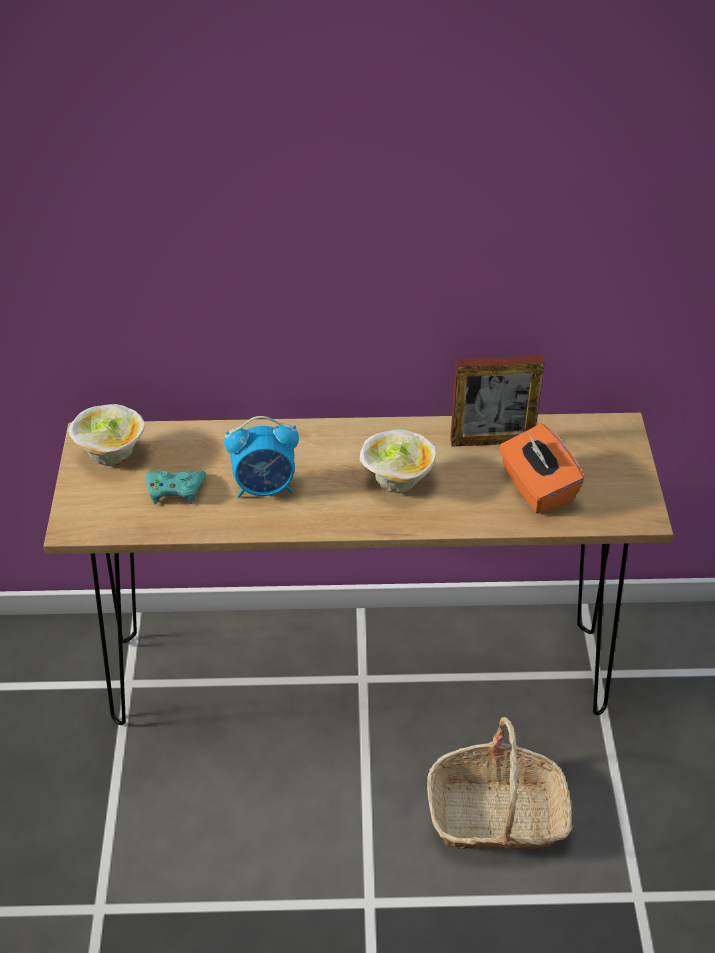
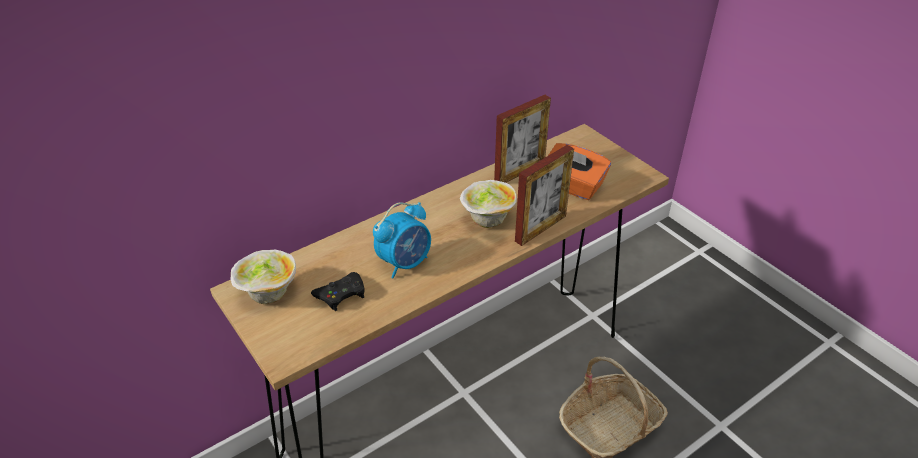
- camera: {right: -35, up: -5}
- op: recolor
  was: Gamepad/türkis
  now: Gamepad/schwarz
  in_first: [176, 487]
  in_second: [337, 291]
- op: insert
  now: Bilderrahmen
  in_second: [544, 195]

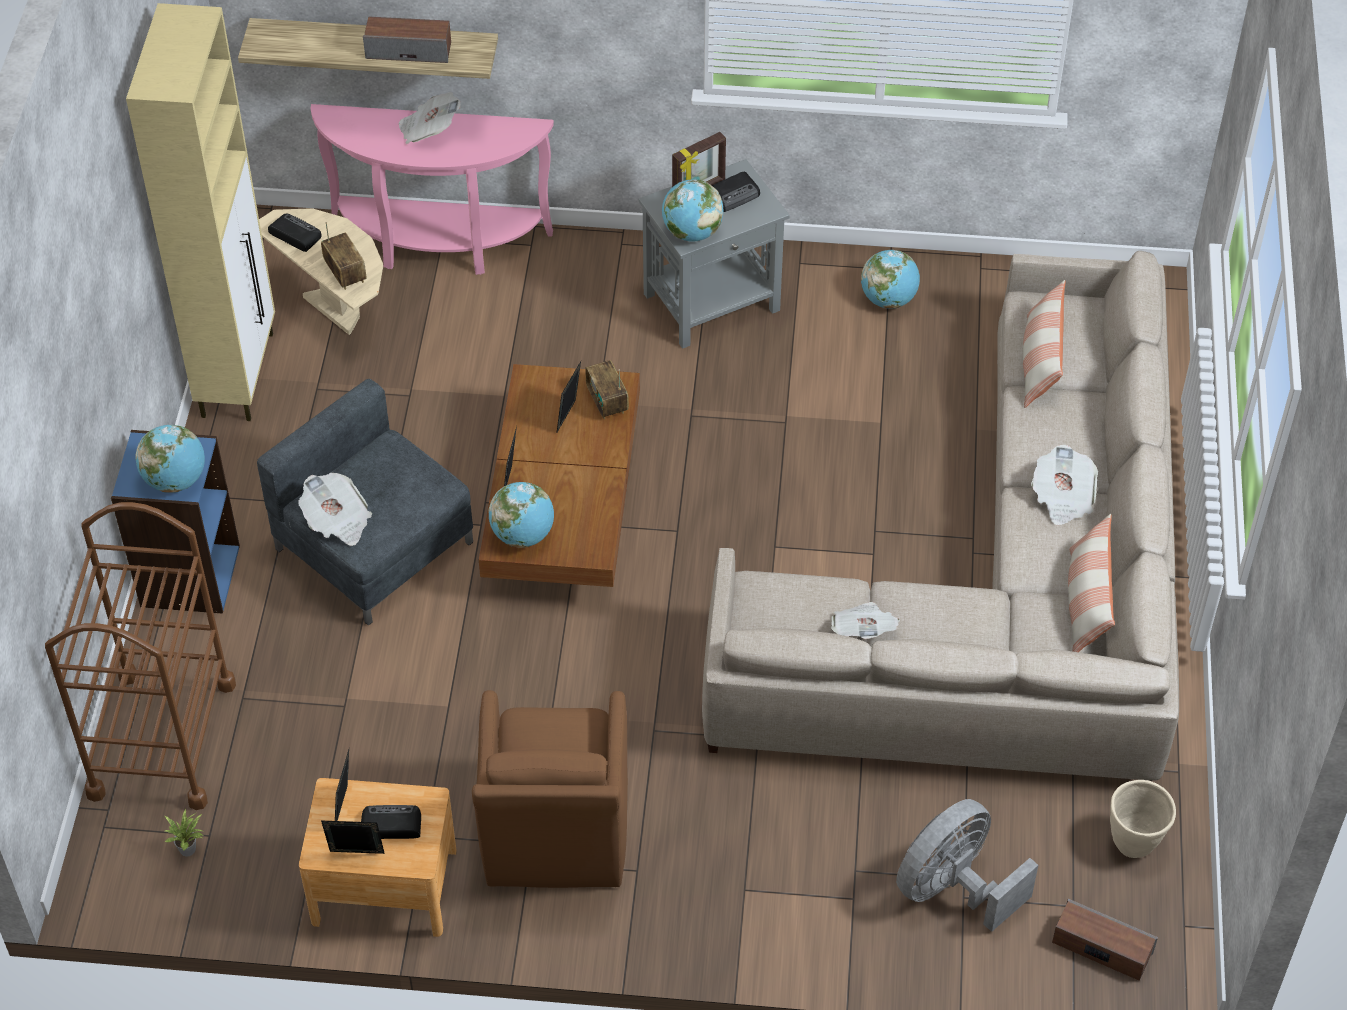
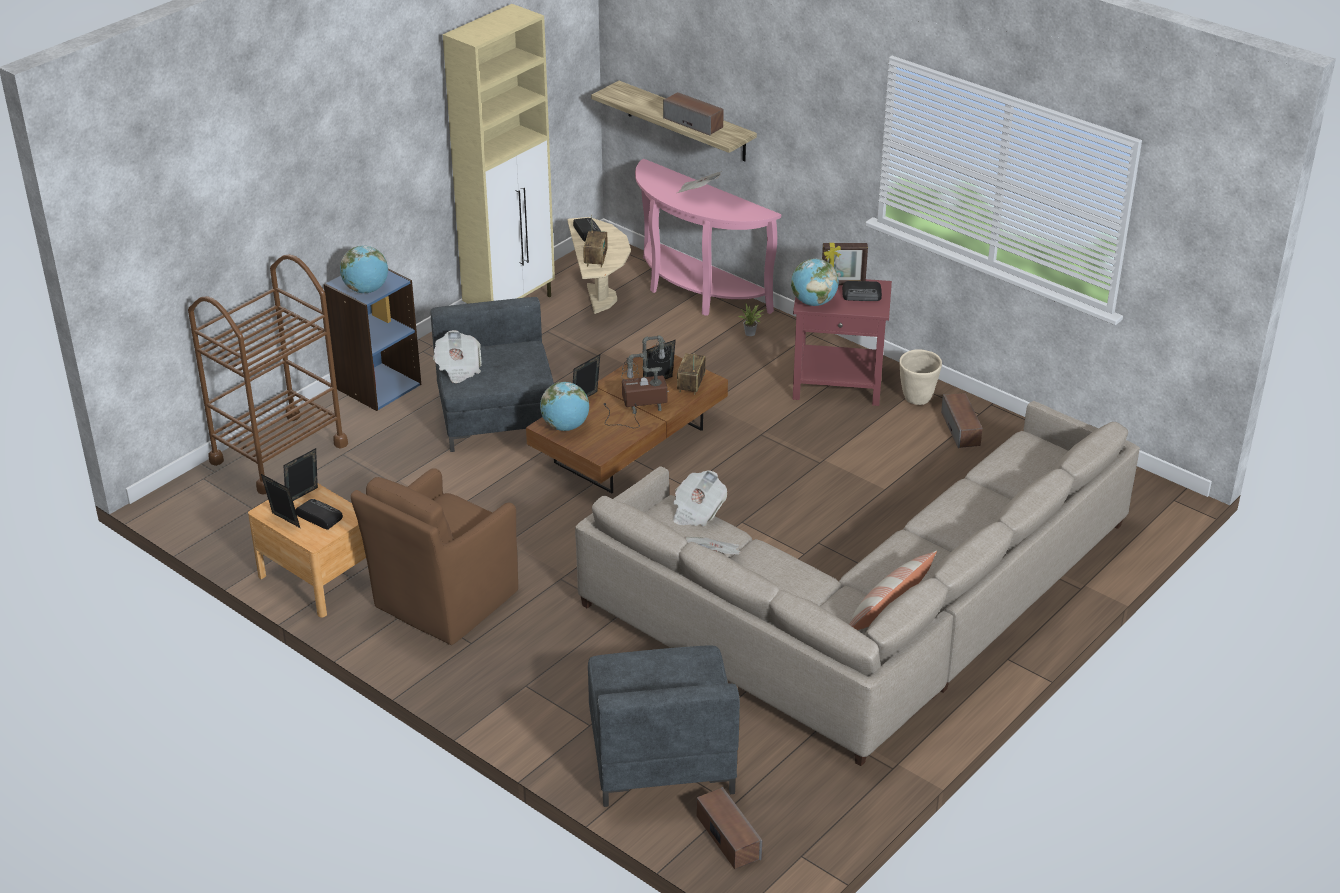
- camera: {right: 35, up: -15}
- op: move
  was: Topfpflanze
  in_first: [183, 832]
  in_second: [752, 319]
- op: recolor
  was: Beistelltisch/grau
  now: Beistelltisch/rot
  in_first: [714, 254]
  in_second: [842, 342]
- op: replace
  was: Globus
  now: Lautsprecher
  in_first: [890, 279]
  in_second: [962, 420]
- op: replace
  was: Ventilator/grau
  now: Sessel/grau
  in_first: [967, 865]
  in_second: [664, 726]
- op: delete
  was: Kissen
  in_first: [1044, 344]
- op: move
  was: Zeitung
  in_first: [1064, 485]
  in_second: [700, 498]
- op: move
  was: Pflanzkübel/beige
  in_first: [1143, 819]
  in_second: [920, 377]
- op: insert
  now: Tischlampe
  in_second: [637, 381]

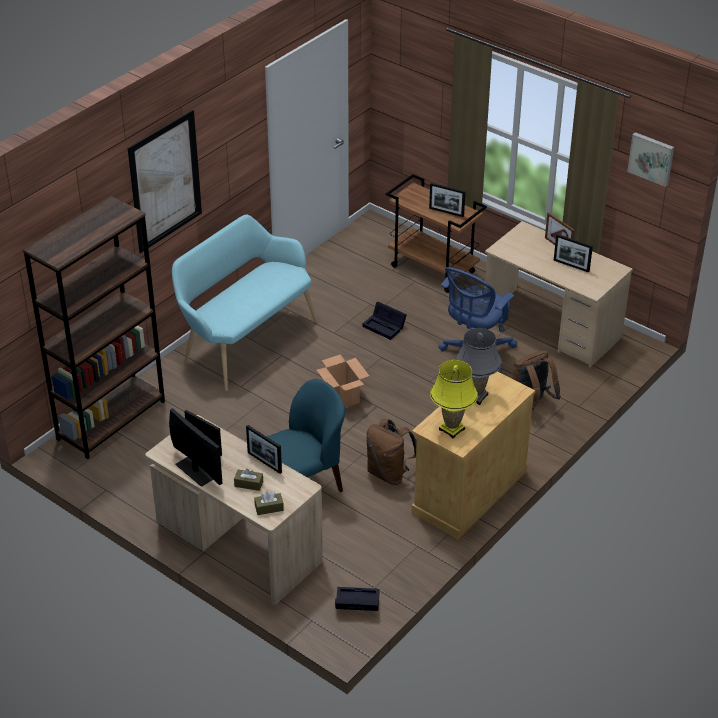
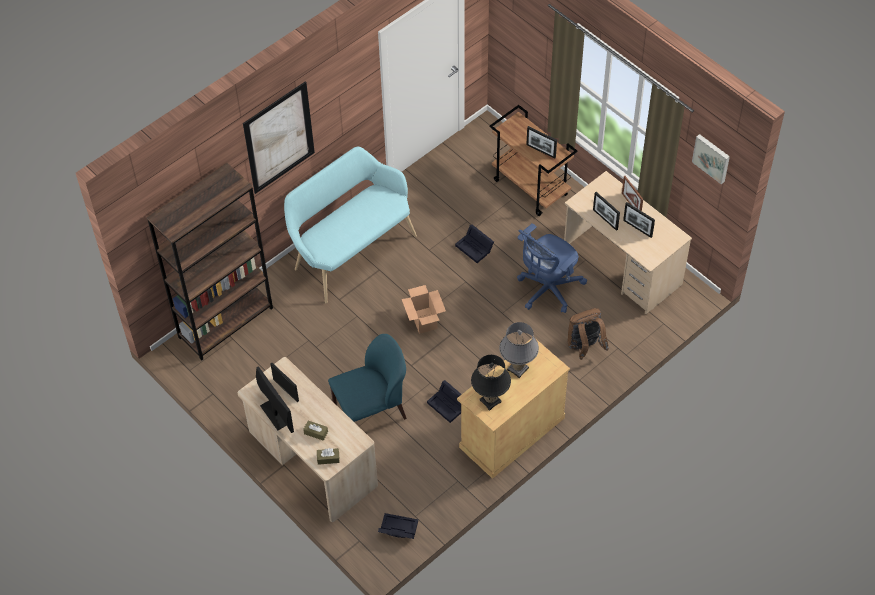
- camera: {right: 10, up: 15}
- op: move
  was: Bilderrahmen
  in_first: [264, 449]
  in_second: [606, 211]
- op: replace
  was: Rucksack/braun
  now: Aufbewahrungsbox/schwarz
  in_first: [391, 452]
  in_second: [444, 401]
- op: recolor
  was: Tischlampe/gelb
  now: Tischlampe/schwarz
  in_first: [454, 399]
  in_second: [491, 383]

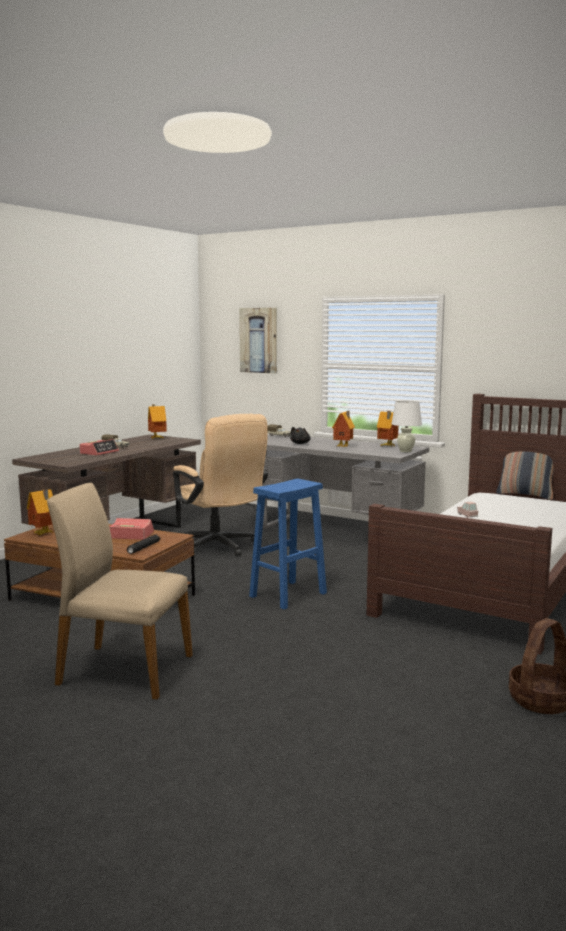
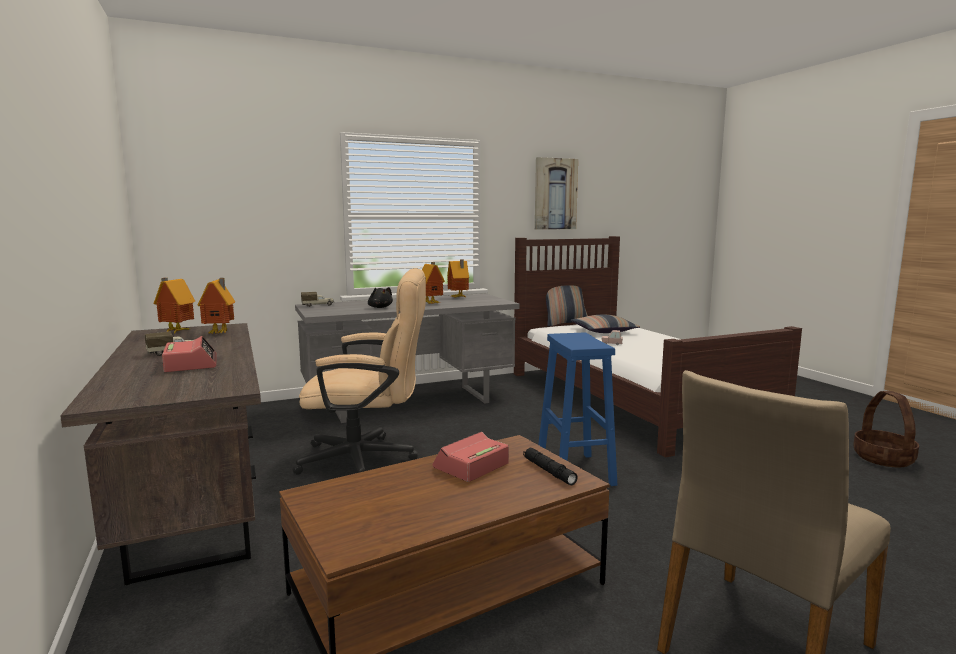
- camera: {right: -55, up: 0}
- op: move
  was: Spielzeughaus
  in_first: [40, 512]
  in_second: [216, 306]
- op: move
  was: Bild
  in_first: [258, 340]
  in_second: [556, 193]
- op: delete
  was: Tischlampe/weiß
  in_first: [406, 426]
- op: insert
  now: Kissen
  in_second: [605, 324]

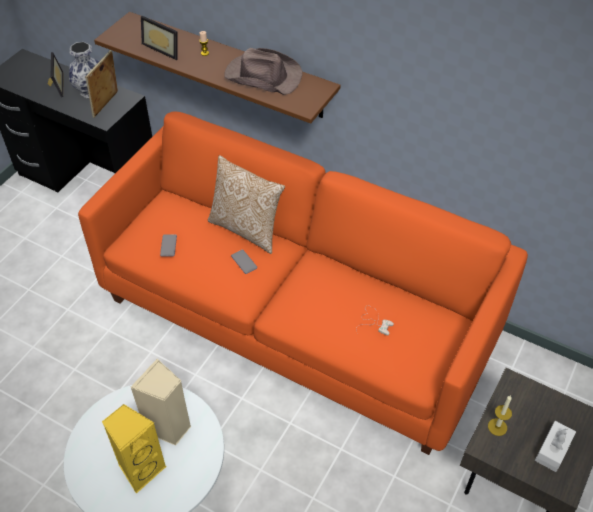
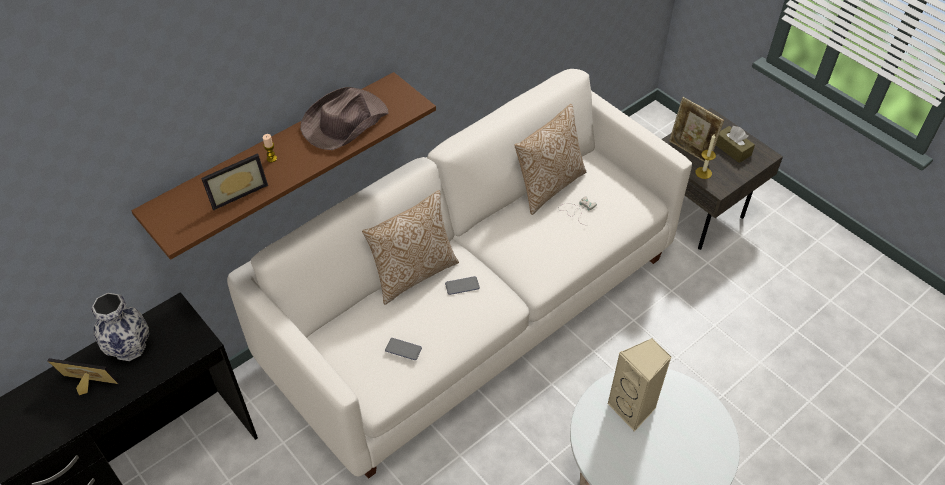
- camera: {right: -70, up: 0}
- op: recolor
  was: Sofa/orange
  now: Sofa/weiß
  in_first: [303, 283]
  in_second: [459, 274]
- op: move
  was: Bilderrahmen
  in_first: [101, 84]
  in_second: [696, 129]
- op: delete
  was: Lautsprecher/gelb
  in_first: [134, 449]
- op: recolor
  was: Taschentuchbox/weiß
  now: Taschentuchbox/braun
  in_first: [555, 446]
  in_second: [735, 144]
- op: insert
  now: Kissen
  in_second: [550, 159]

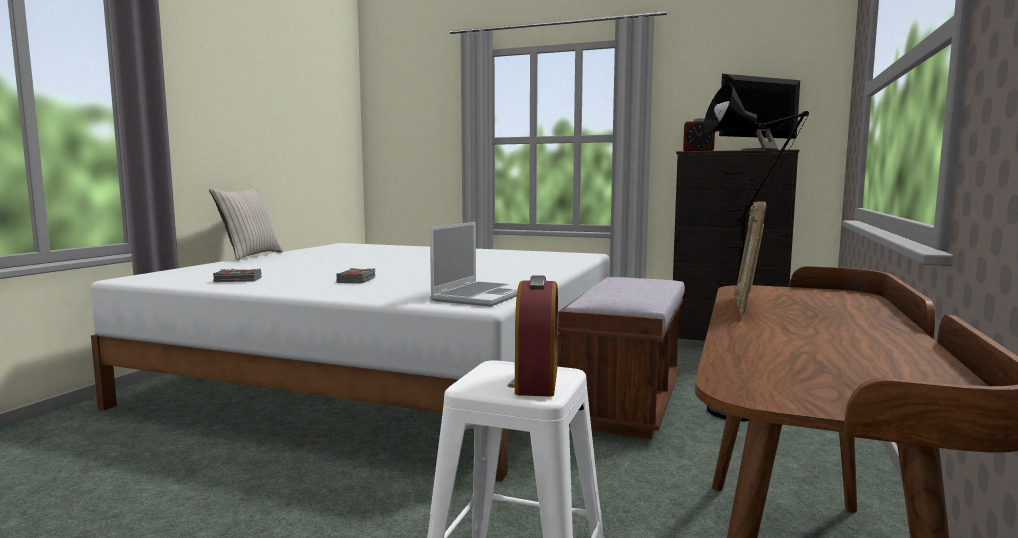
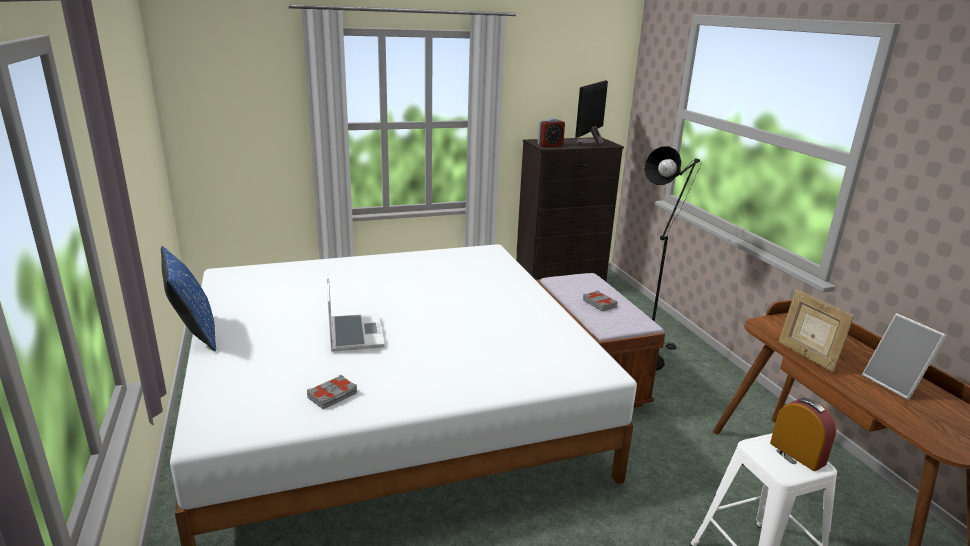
- camera: {right: -40, up: 15}
- op: recolor
  was: Kissen/beige
  now: Kissen/blau
  in_first: [246, 224]
  in_second: [188, 298]
- op: move
  was: Buch/grau
  in_first: [356, 275]
  in_second: [600, 301]
- op: move
  was: Laptop
  in_first: [474, 264]
  in_second: [356, 312]
- op: insert
  now: Bilderrahmen
  in_second: [904, 356]

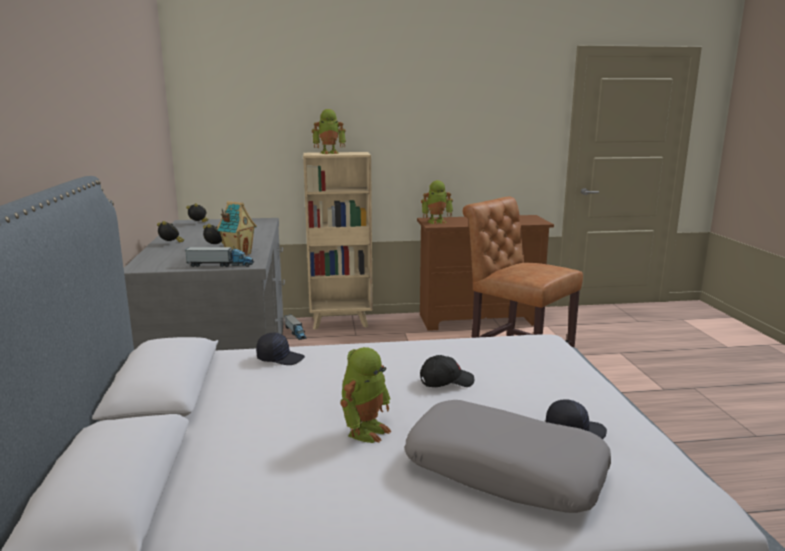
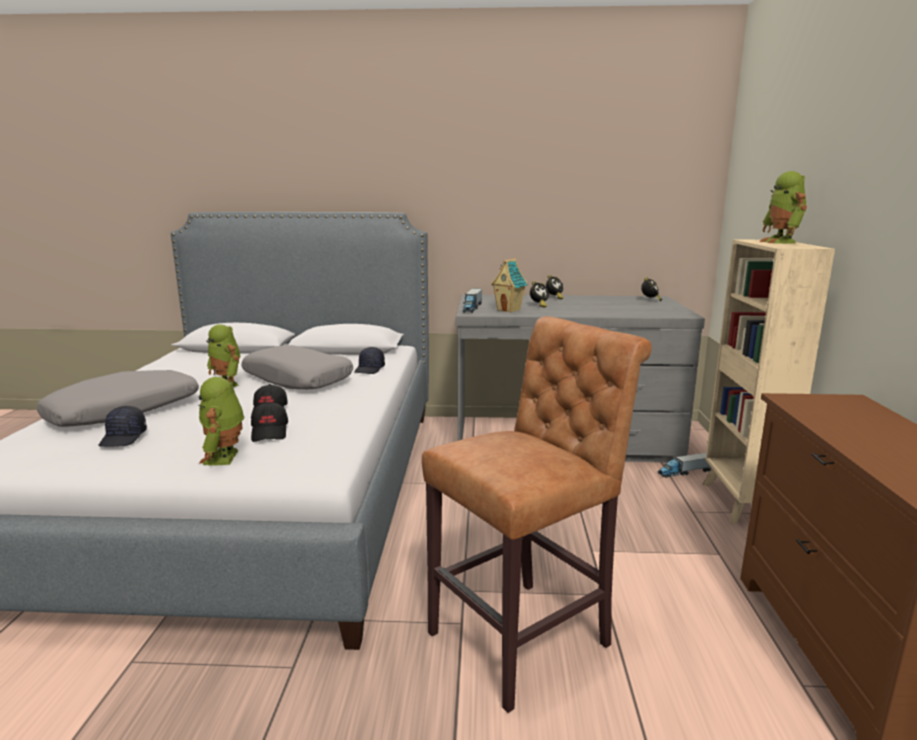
- camera: {right: 100, up: 0}
- op: move
  was: Spielzeugroboter
  in_first: [437, 202]
  in_second: [221, 421]
- op: insert
  now: Kissen/grau
  in_second: [297, 367]
- op: insert
  now: Kappe/schwarz
  in_second: [269, 422]

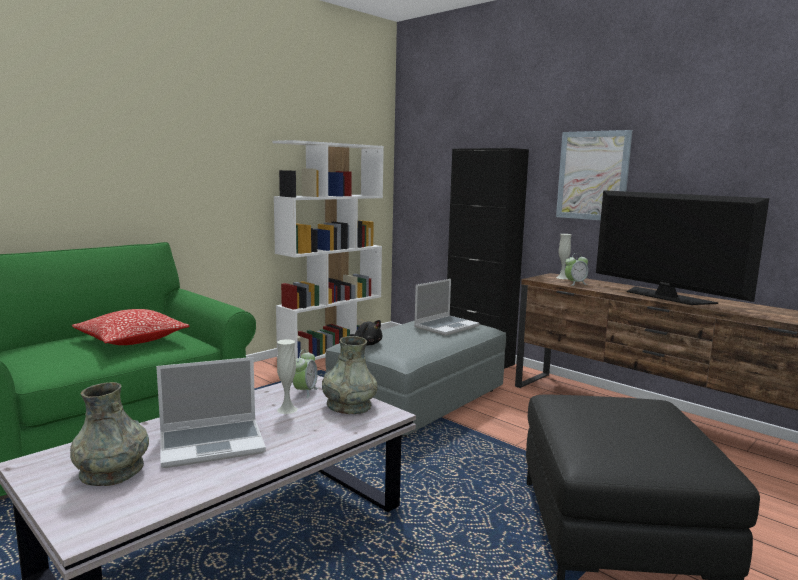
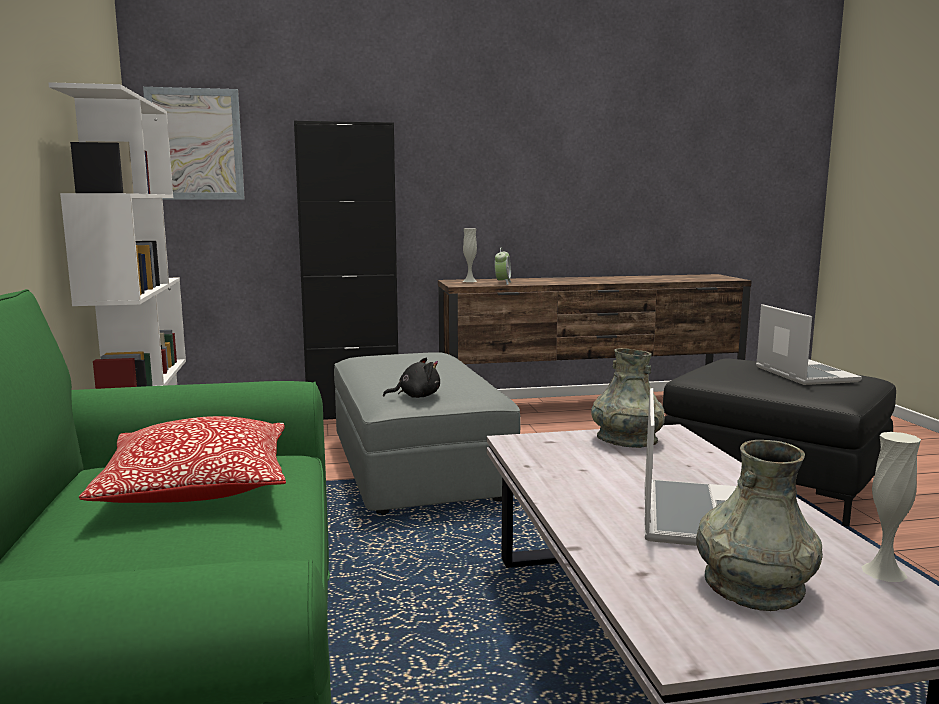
- camera: {right: -55, up: 0}
- op: move
  was: Vase/weiß
  in_first: [287, 376]
  in_second: [891, 507]
- op: delete
  was: Wecker
  in_first: [305, 373]
- op: move
  was: Laptop
  in_first: [447, 307]
  in_second: [809, 344]
- op: move
  was: Bild
  in_first: [594, 175]
  in_second: [194, 143]
- op: delete
  was: Fernseher
  in_first: [682, 247]

